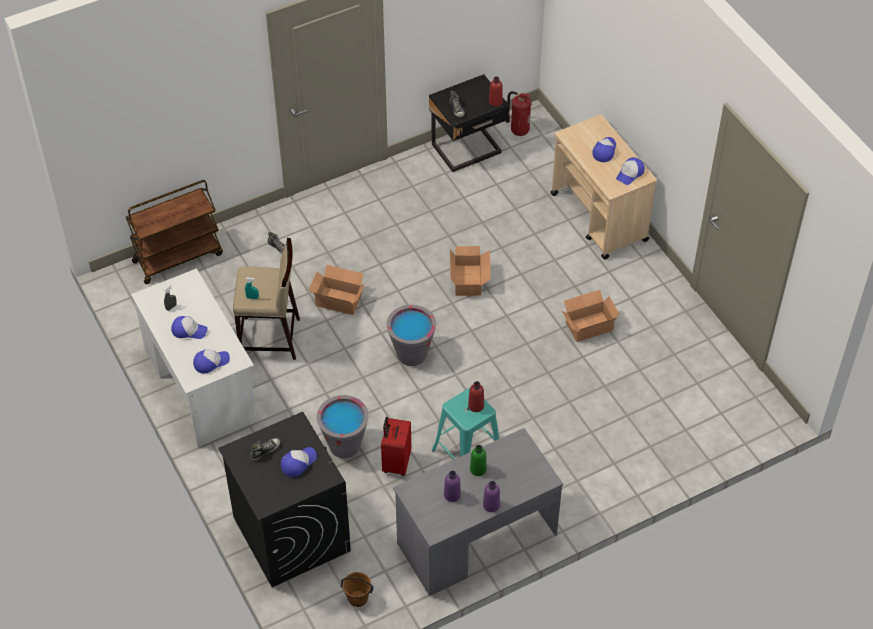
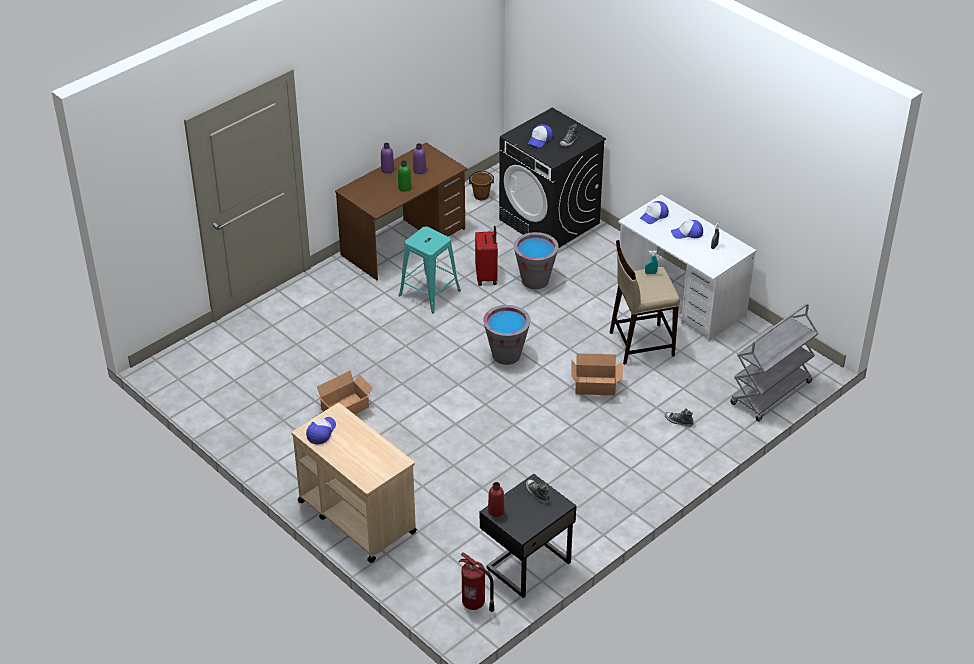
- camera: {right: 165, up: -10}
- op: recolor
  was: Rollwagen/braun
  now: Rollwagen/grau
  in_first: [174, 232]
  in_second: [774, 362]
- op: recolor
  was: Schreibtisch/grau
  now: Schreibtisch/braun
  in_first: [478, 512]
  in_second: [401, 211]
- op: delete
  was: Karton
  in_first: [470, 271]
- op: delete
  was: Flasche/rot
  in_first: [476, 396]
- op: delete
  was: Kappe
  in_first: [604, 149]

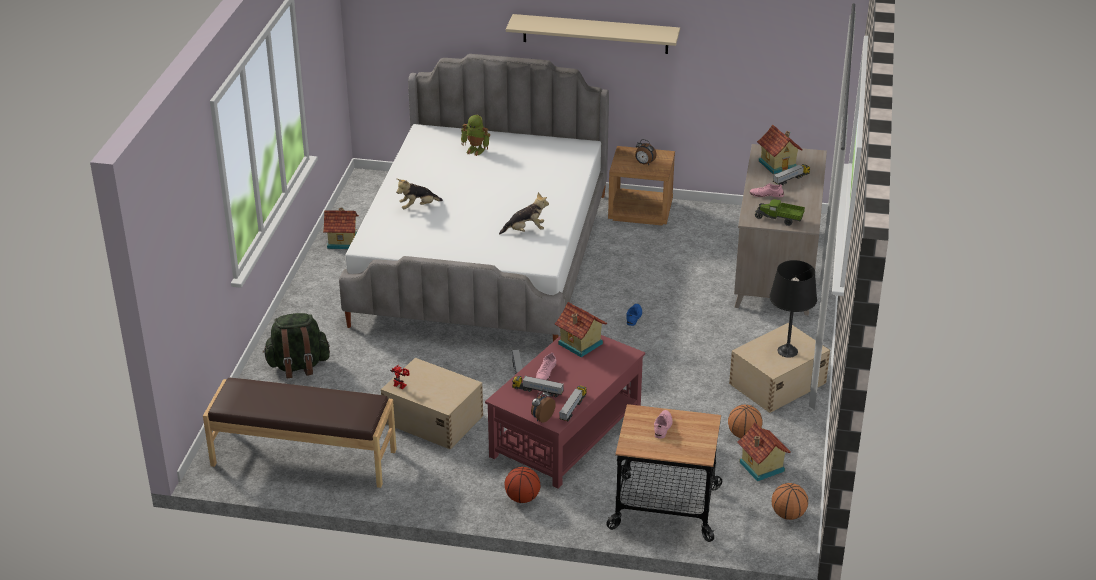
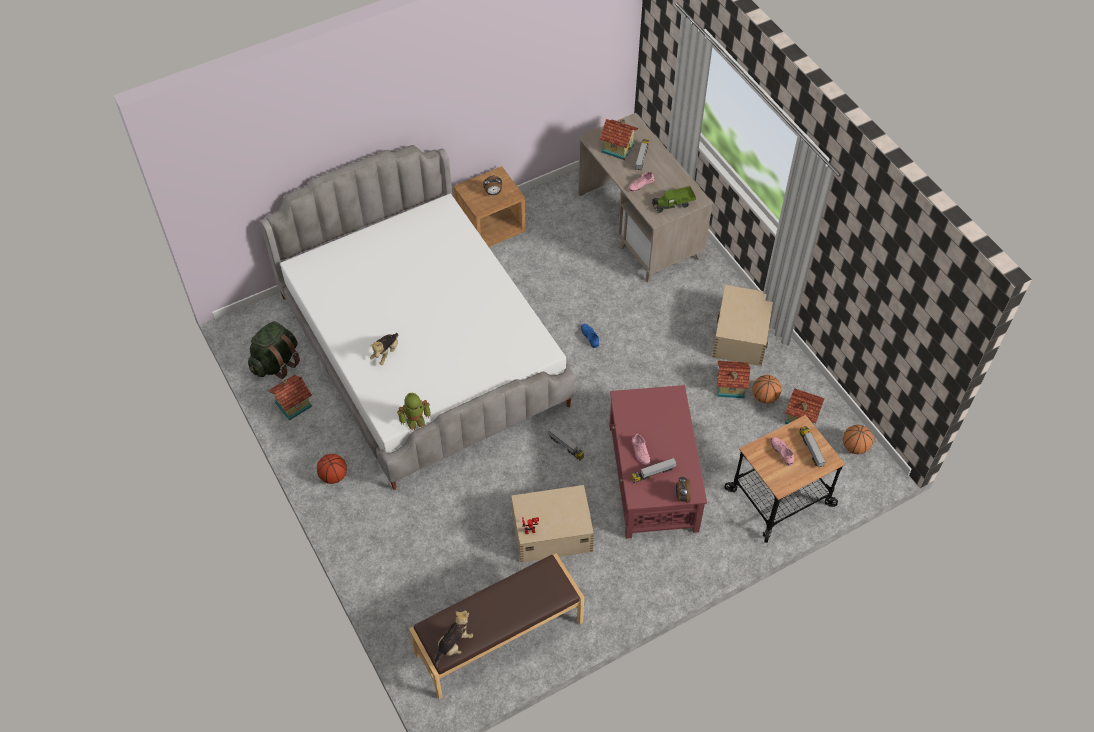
- camera: {right: -40, up: 20}
- op: move
  was: Rucksack/grün
  in_first: [296, 345]
  in_second: [274, 350]
- op: move
  was: Spielzeugroboter
  in_first: [475, 135]
  in_second: [414, 412]
- op: move
  was: Plüschtier
  in_first: [524, 213]
  in_second: [453, 639]
- op: move
  was: Basketball
  in_first: [522, 485]
  in_second: [332, 469]
- op: delete
  was: Wandregal/beige
  in_first: [593, 34]
- op: move
  was: Spielzeughaus
  in_first: [581, 329]
  in_second: [733, 379]
- op: move
  was: Spielzeuglaster
  in_first: [573, 404]
  in_second: [812, 446]
- op: delete
  was: Tischlampe/schwarz
  in_first: [793, 309]

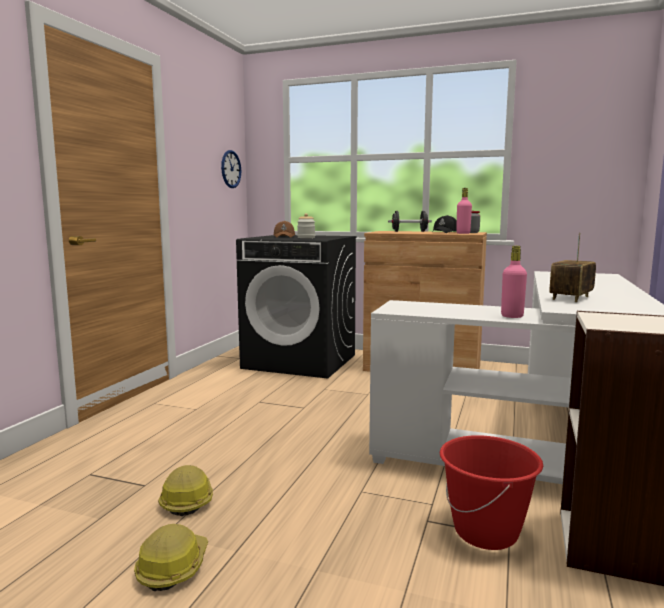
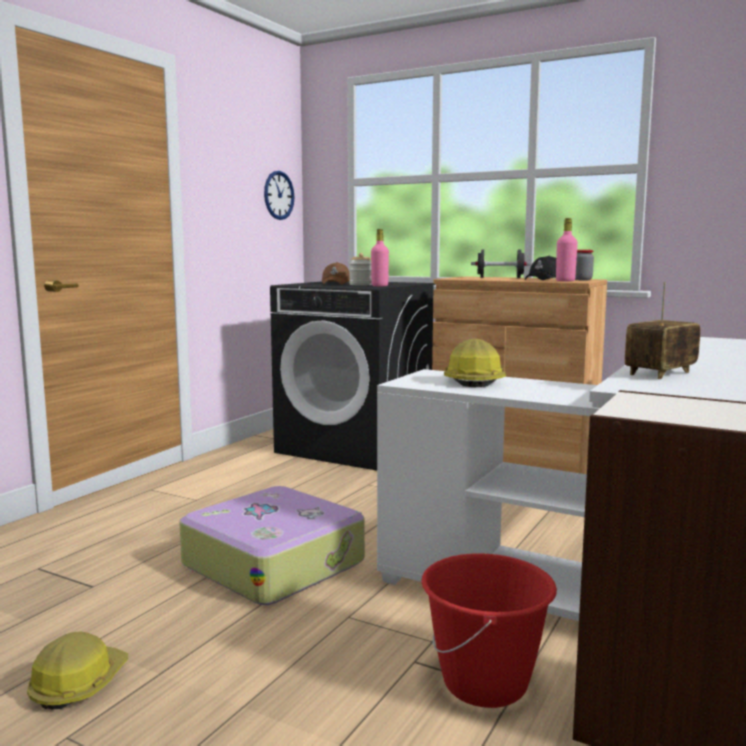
- camera: {right: 10, up: 0}
- op: move
  was: Schutzhelm
  in_first: [185, 490]
  in_second: [475, 363]
- op: move
  was: Flasche/rosa
  in_first: [514, 282]
  in_second: [380, 257]
- op: insert
  now: Koffer
  in_second: [272, 545]

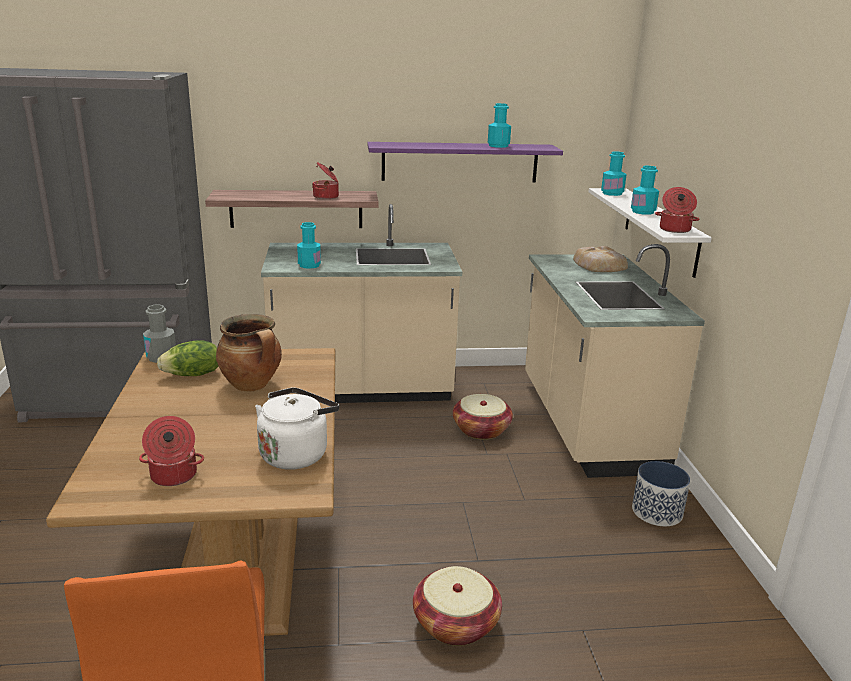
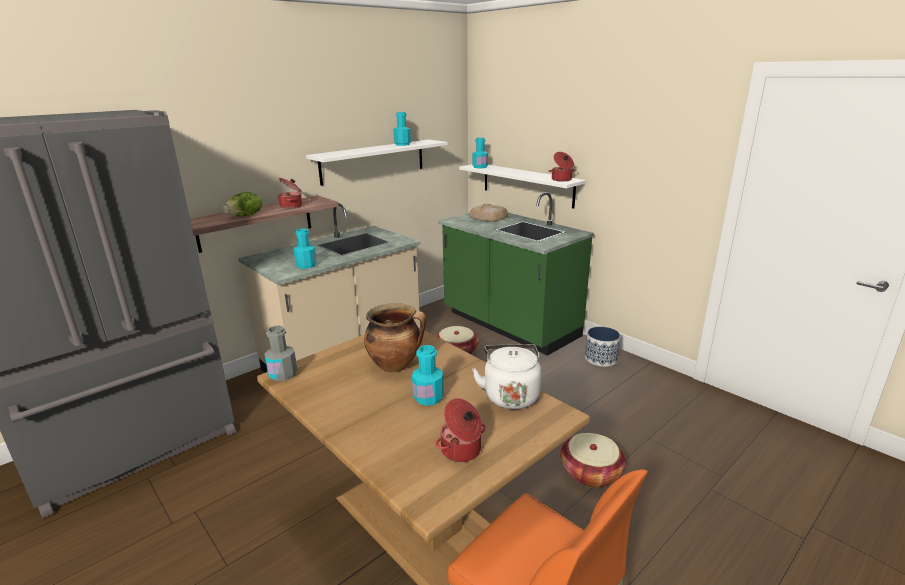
- camera: {right: -35, up: 0}
- op: move
  was: Salatkopf
  in_first: [187, 358]
  in_second: [242, 204]
- op: recolor
  was: Wandregal/lila
  now: Wandregal/weiß
  in_first: [465, 162]
  in_second: [377, 163]
- op: recolor
  was: Küchenzeile/beige
  now: Küchenzeile/grün
  in_first: [615, 361]
  in_second: [516, 274]
- op: move
  was: Flasche/türkis
  in_first: [645, 190]
  in_second: [428, 375]

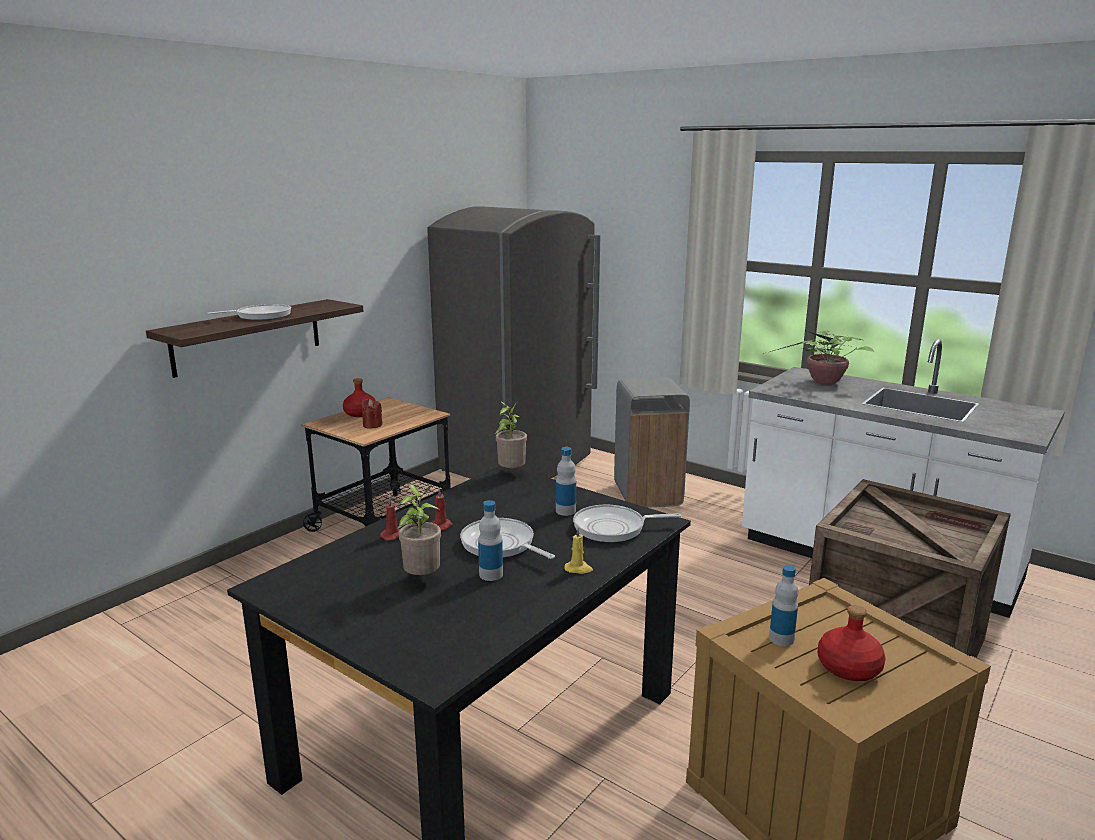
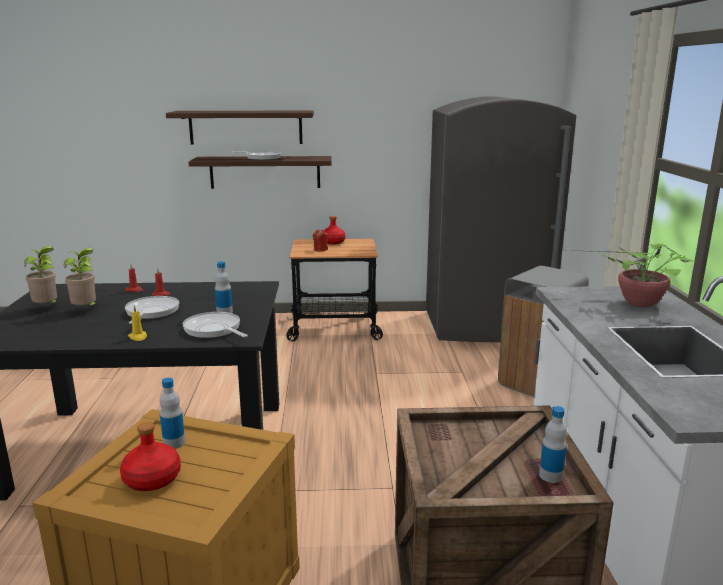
- camera: {right: 50, up: 0}
- op: move
  was: Flasche
  in_first: [490, 540]
  in_second: [553, 444]
- op: move
  was: Topfpflanze
  in_first: [511, 435]
  in_second: [41, 274]
- op: insert
  now: Wandregal
  in_second: [240, 127]

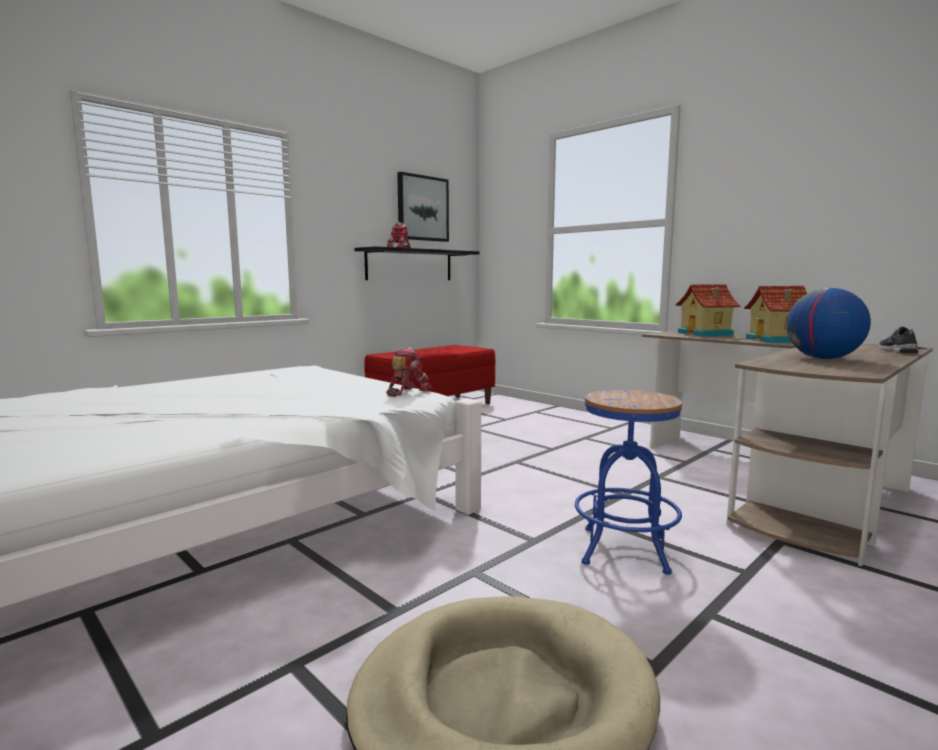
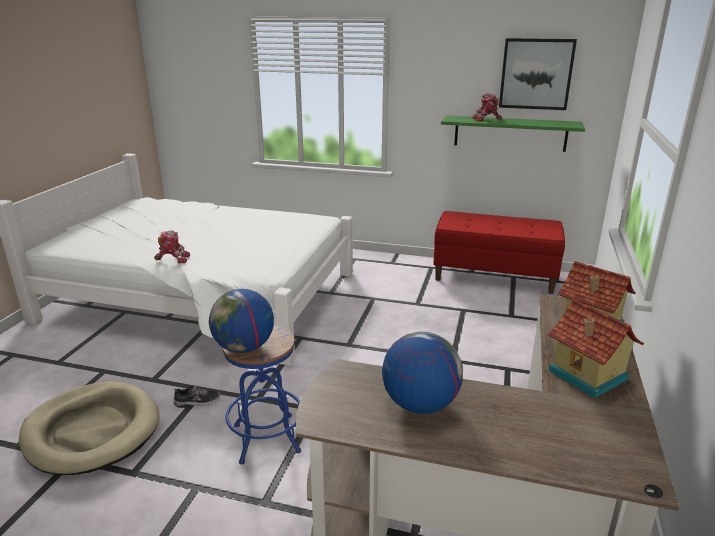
- camera: {right: 60, up: 15}
- op: recolor
  was: Wandregal/schwarz
  now: Wandregal/grün
  in_first: [417, 263]
  in_second: [513, 133]
- op: move
  was: Spielzeugroboter
  in_first: [409, 372]
  in_second: [172, 246]
- op: move
  was: Schuh
  in_first: [898, 340]
  in_second: [197, 396]
- op: insert
  now: Globus
  in_second: [241, 321]

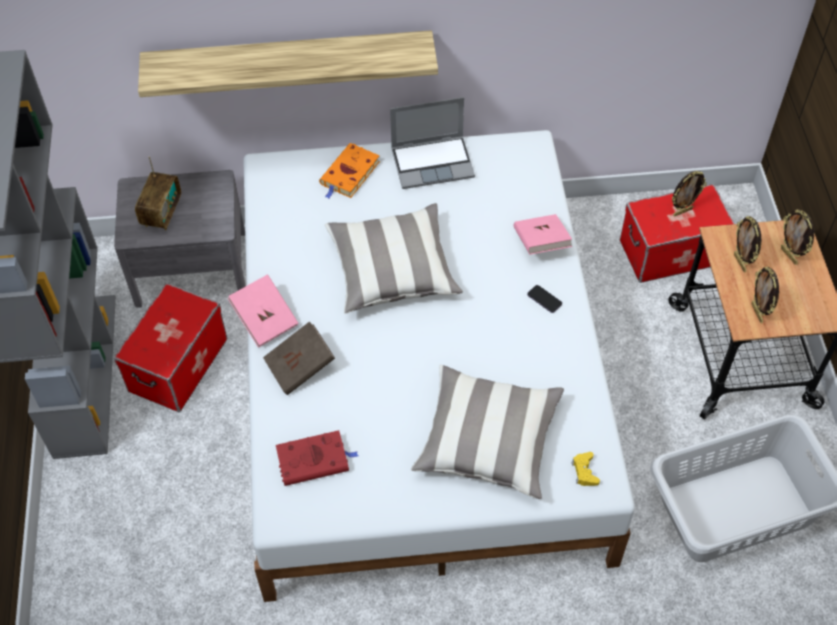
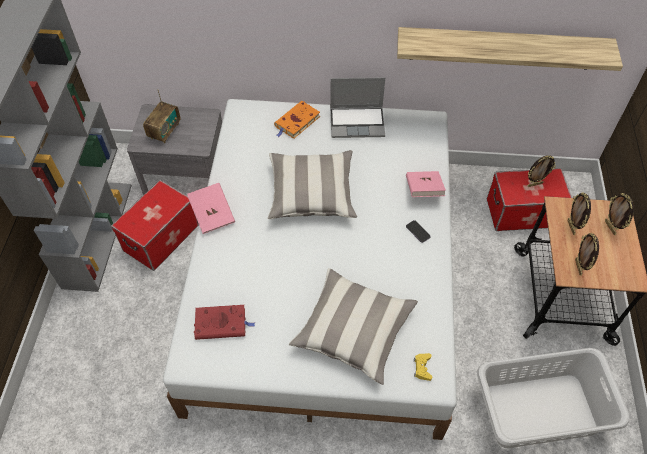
- camera: {right: 10, up: 0}
- op: move
  was: Wandregal
  in_first: [288, 63]
  in_second: [510, 49]
- op: delete
  was: Buch/braun
  in_first: [299, 358]

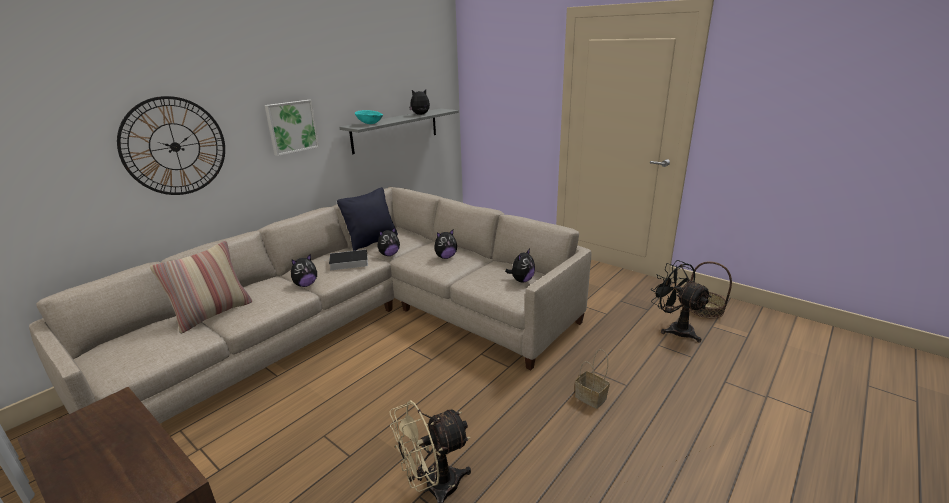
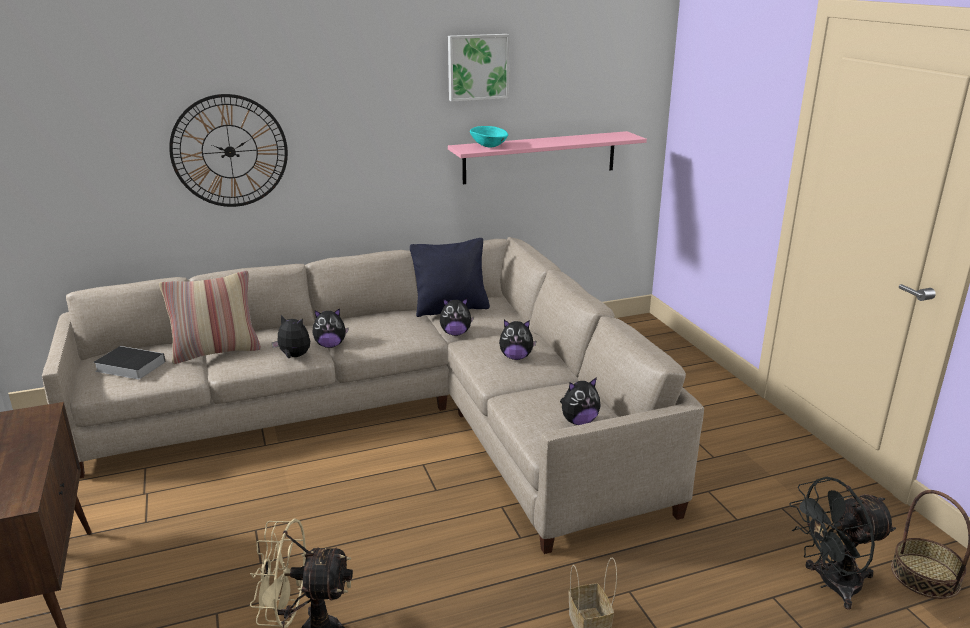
- camera: {right: 30, up: 0}
- op: move
  was: Bild
  in_first: [292, 128]
  in_second: [479, 68]
- op: move
  was: Buch
  in_first: [346, 259]
  in_second: [129, 362]
- op: recolor
  was: Wandregal/grau
  now: Wandregal/rosa
  in_first: [399, 131]
  in_second: [547, 157]
- op: move
  was: Plüschtier
  in_first: [419, 102]
  in_second: [291, 336]
- op: rotate
  was: Ventilator/schwarz
  in_first: [681, 301]
  in_second: [842, 543]
  clockwise: -105

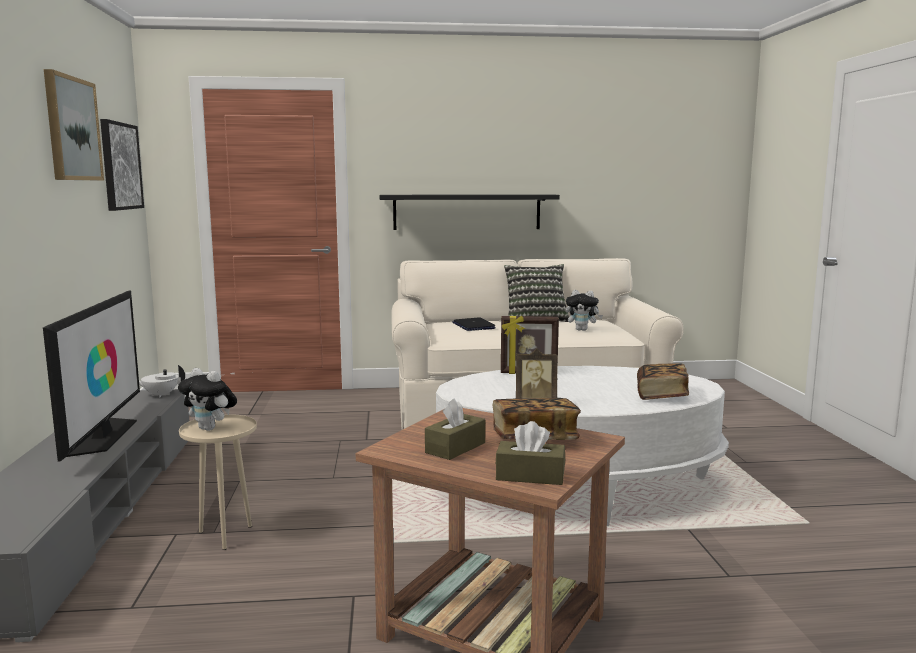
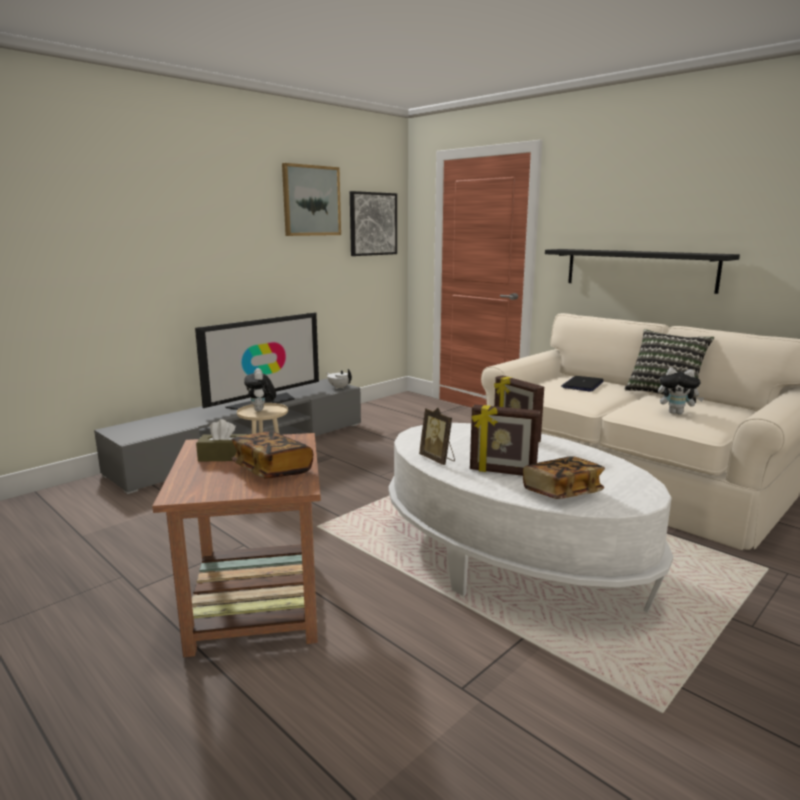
- camera: {right: 50, up: 5}
- op: delete
  was: Taschentuchbox/braun
  in_first: [530, 453]
- op: rotate
  was: Plüschtier
  in_first: [584, 310]
  in_second: [681, 390]
  clockwise: -45
- op: insert
  now: Bilderrahmen
  in_second: [505, 440]

